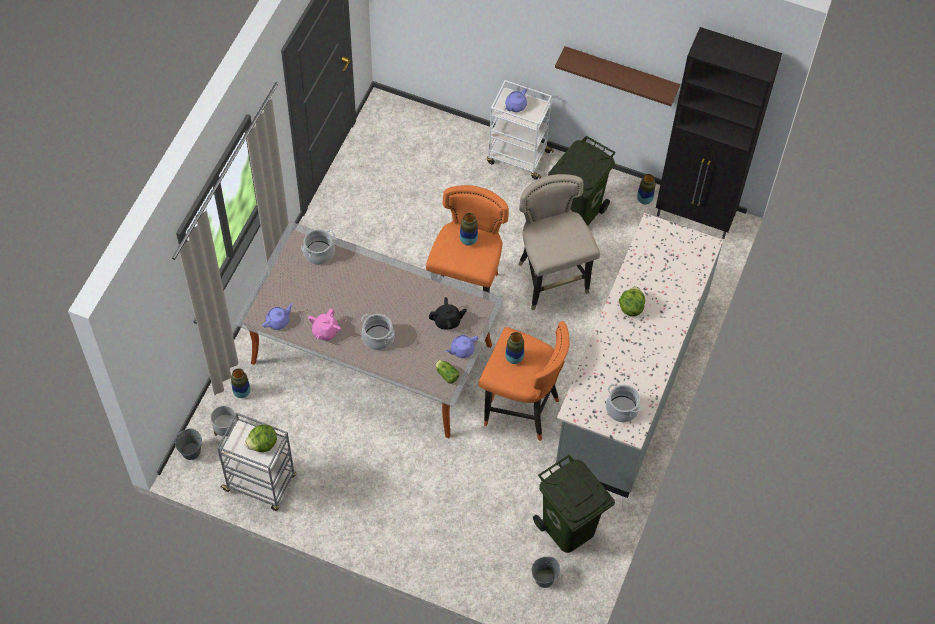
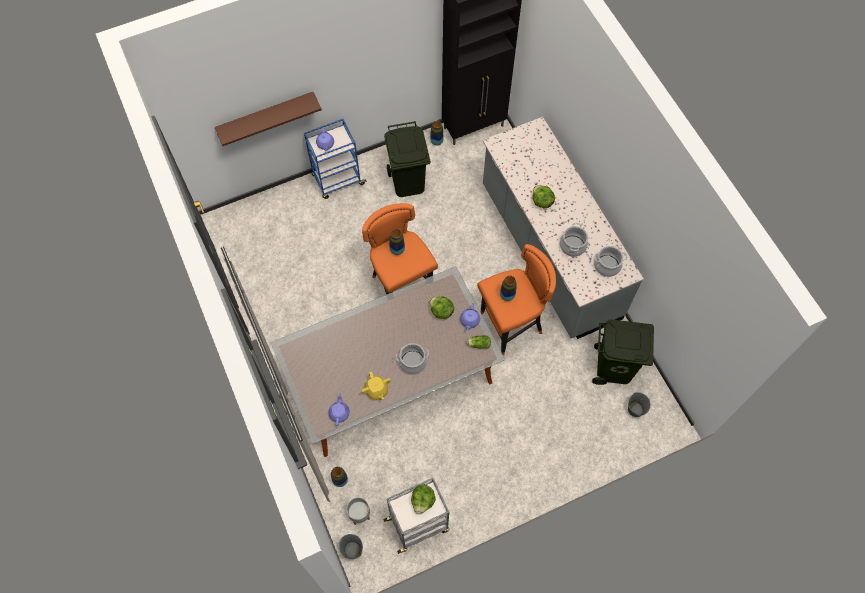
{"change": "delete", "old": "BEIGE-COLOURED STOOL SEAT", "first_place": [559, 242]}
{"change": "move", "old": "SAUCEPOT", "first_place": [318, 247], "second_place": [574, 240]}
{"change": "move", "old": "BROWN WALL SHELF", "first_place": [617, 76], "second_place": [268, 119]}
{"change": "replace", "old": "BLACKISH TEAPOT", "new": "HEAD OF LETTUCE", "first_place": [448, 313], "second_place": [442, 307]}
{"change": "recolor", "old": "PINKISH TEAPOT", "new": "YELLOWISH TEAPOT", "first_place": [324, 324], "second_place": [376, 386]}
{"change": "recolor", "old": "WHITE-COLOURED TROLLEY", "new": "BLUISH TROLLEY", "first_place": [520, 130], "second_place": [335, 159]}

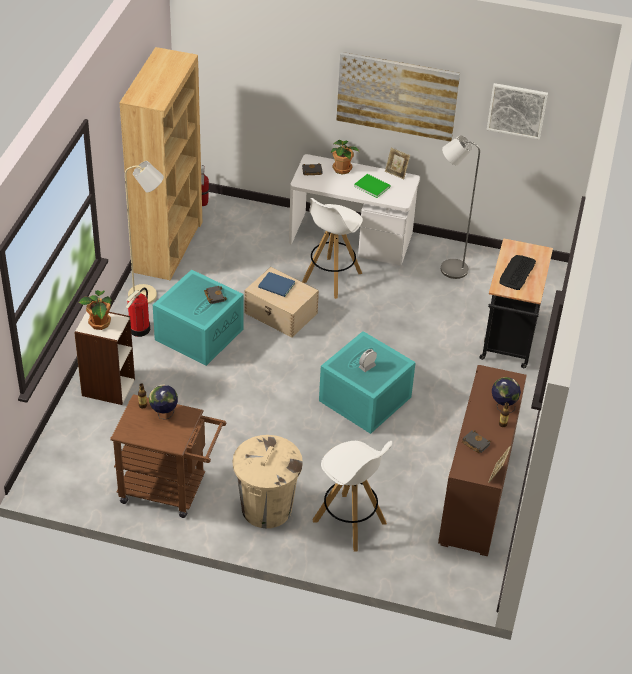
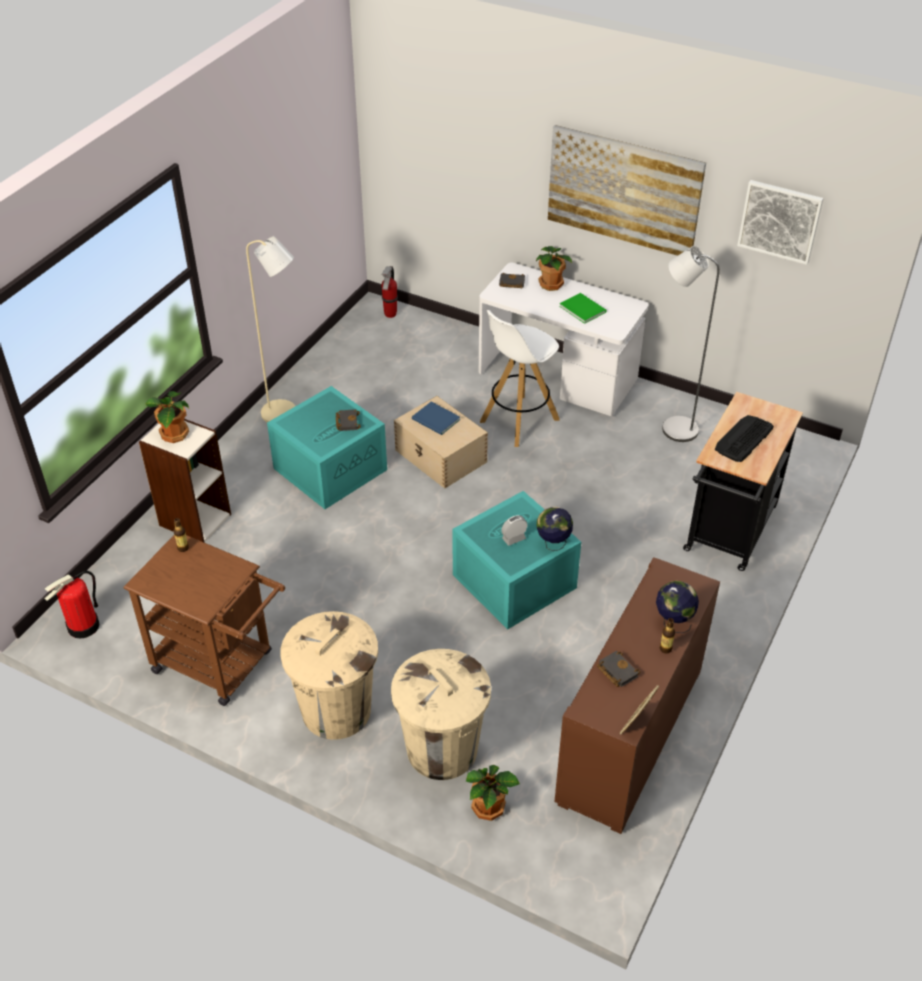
{"change": "delete", "old": "BROWN BOOKSHELF", "first_place": [161, 163]}
{"change": "delete", "old": "STANDING FRAME", "first_place": [397, 163]}
{"change": "insert", "new": "HOUSEPLANT", "second_place": [493, 793]}
{"change": "move", "old": "FIRE-FIGHTING CYLINDER", "first_place": [138, 312], "second_place": [71, 605]}
{"change": "move", "old": "DESK GLOBE", "first_place": [163, 402], "second_place": [555, 529]}
{"change": "replace", "old": "WHITE-COLOURED STOOL SEAT", "new": "BEIGE-COLOURED WASTE BIN", "first_place": [352, 496], "second_place": [441, 714]}

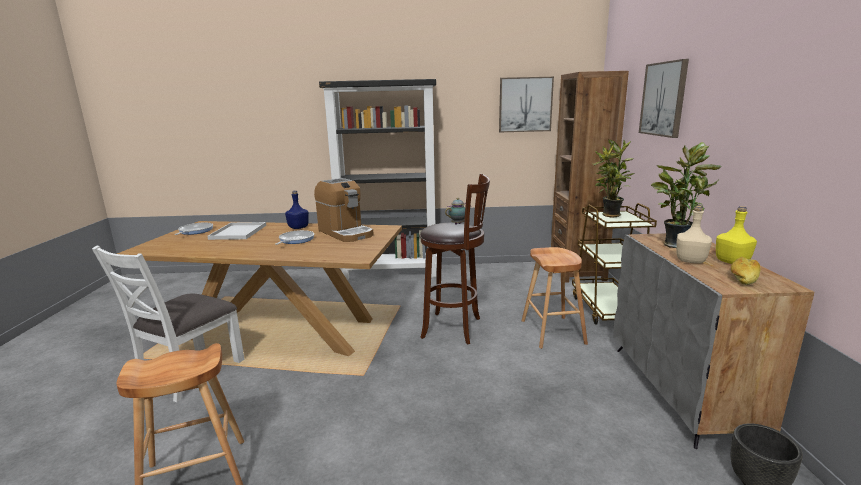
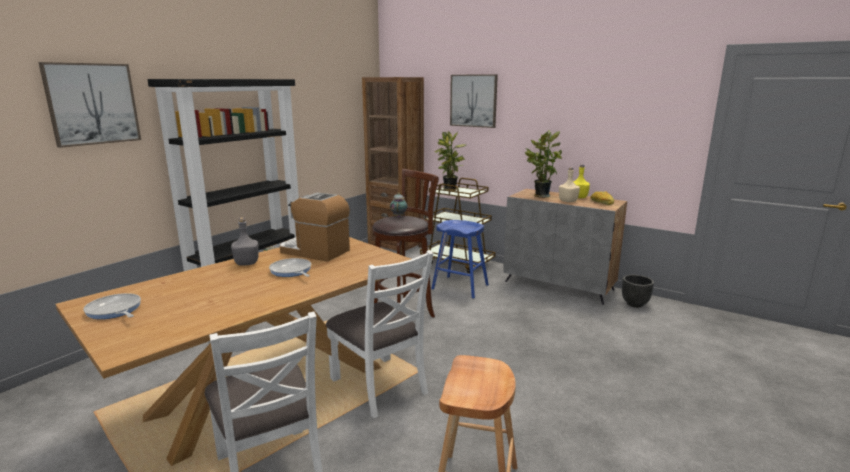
{"change": "delete", "old": "WHITE-COLOURED CARRYING TRAY", "first_place": [236, 231]}
{"change": "insert", "new": "WHITE-COLOURED PLAIN CHAIR", "second_place": [379, 334]}
{"change": "move", "old": "WALL ART", "first_place": [526, 104], "second_place": [89, 105]}
{"change": "recolor", "old": "BLUISH BOTTLE", "new": "GREY BOTTLE", "first_place": [297, 210], "second_place": [245, 242]}
{"change": "recolor", "old": "BROWN STOOL SEAT", "new": "BLUISH STOOL SEAT", "first_place": [554, 298], "second_place": [460, 259]}
{"change": "rotate", "old": "COFFEE MAKER", "first_place": [344, 210], "second_place": [315, 227], "degrees": -150}

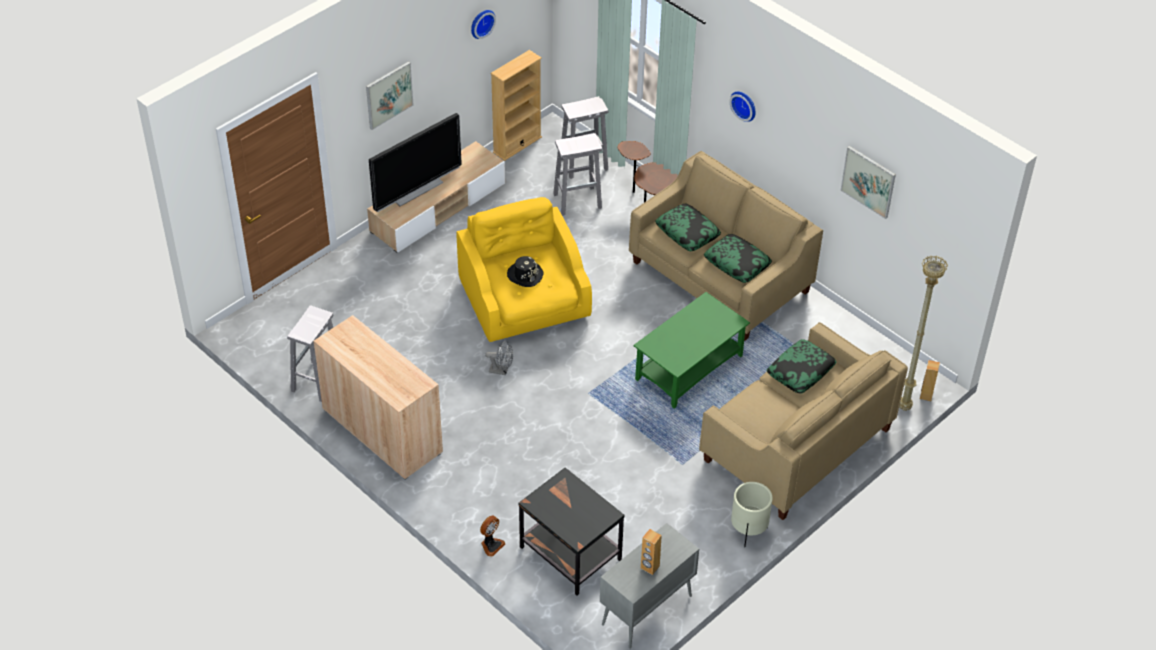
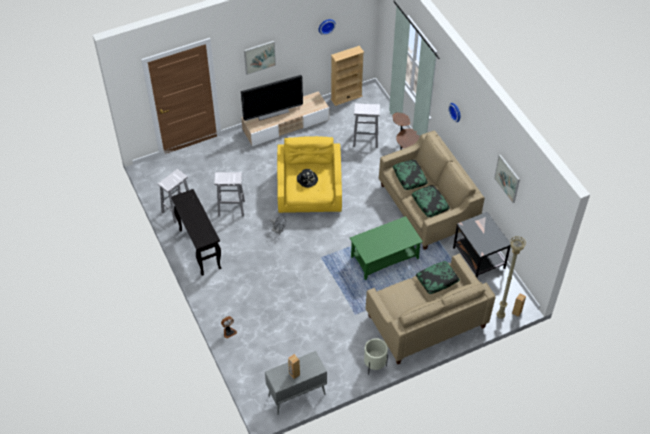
{"change": "move", "old": "BLACKISH ACCENT TABLE", "first_place": [571, 532], "second_place": [482, 245]}
{"change": "move", "old": "WHITE-COLOURED STOOL SEAT", "first_place": [584, 137], "second_place": [229, 194]}
{"change": "replace", "old": "BEIGE-COLOURED STORAGE CABINET", "new": "BLACKISH NARROW TABLE", "first_place": [378, 397], "second_place": [196, 232]}

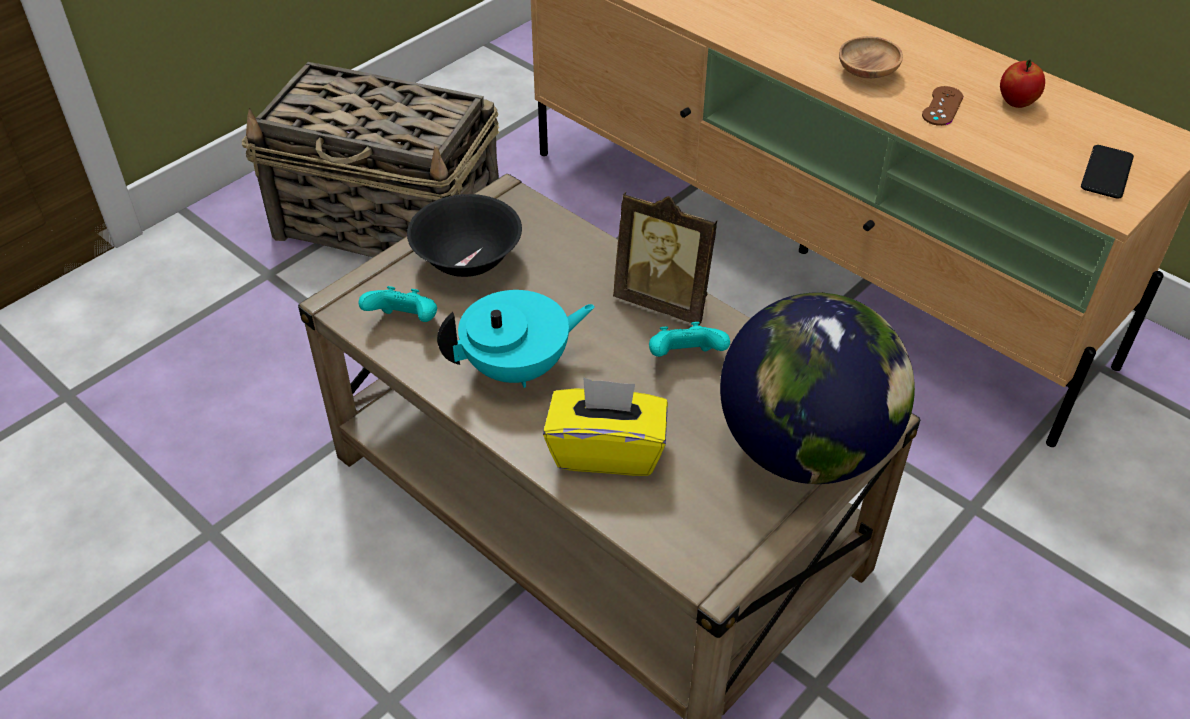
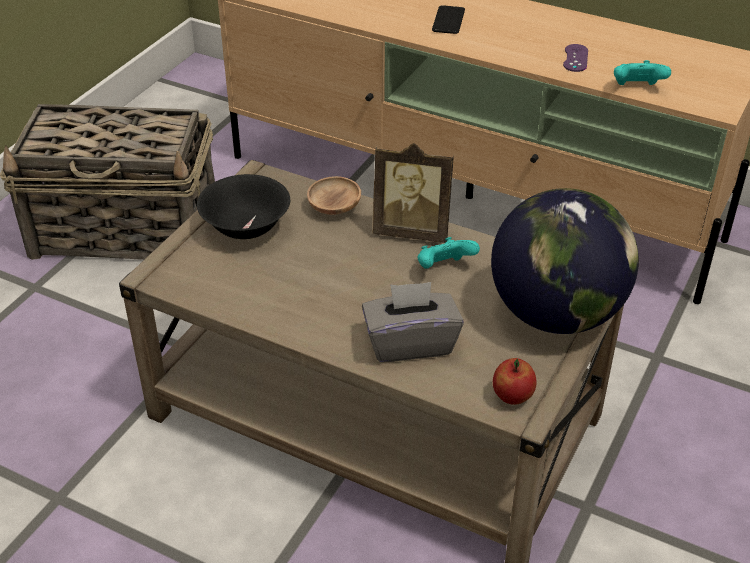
{"change": "delete", "old": "TURQUOISE TEAPOT", "first_place": [516, 339]}
{"change": "move", "old": "TURQUOISE JOYPAD", "first_place": [397, 304], "second_place": [642, 72]}
{"change": "move", "old": "BROWN DEEP DISH", "first_place": [871, 57], "second_place": [334, 195]}
{"change": "move", "old": "APPLE", "first_place": [1022, 83], "second_place": [515, 381]}
{"change": "move", "old": "PHONE", "first_place": [1107, 171], "second_place": [448, 19]}
{"change": "recolor", "old": "YELLOWISH TISSUE HOLDER", "new": "GREY TISSUE HOLDER", "first_place": [605, 426], "second_place": [413, 322]}
{"change": "recolor", "old": "BROWN JOYPAD", "new": "PURPLISH JOYPAD", "first_place": [942, 106], "second_place": [575, 58]}

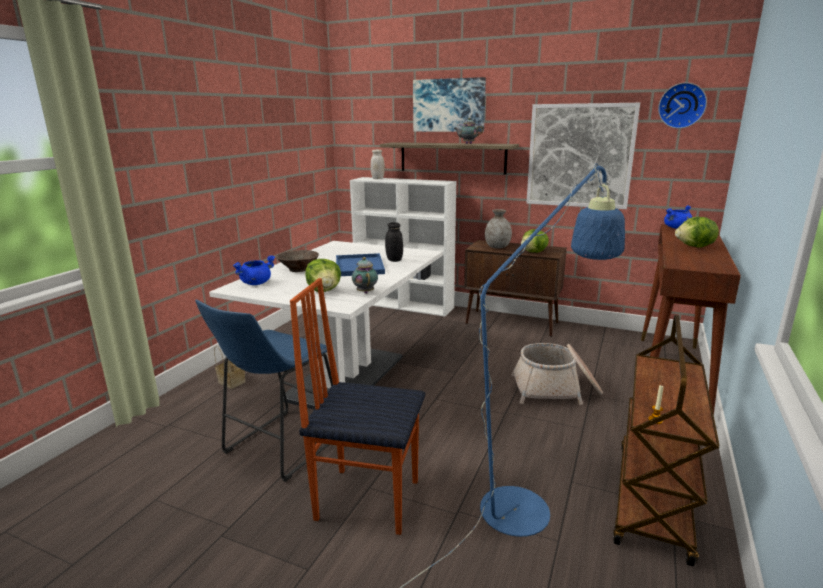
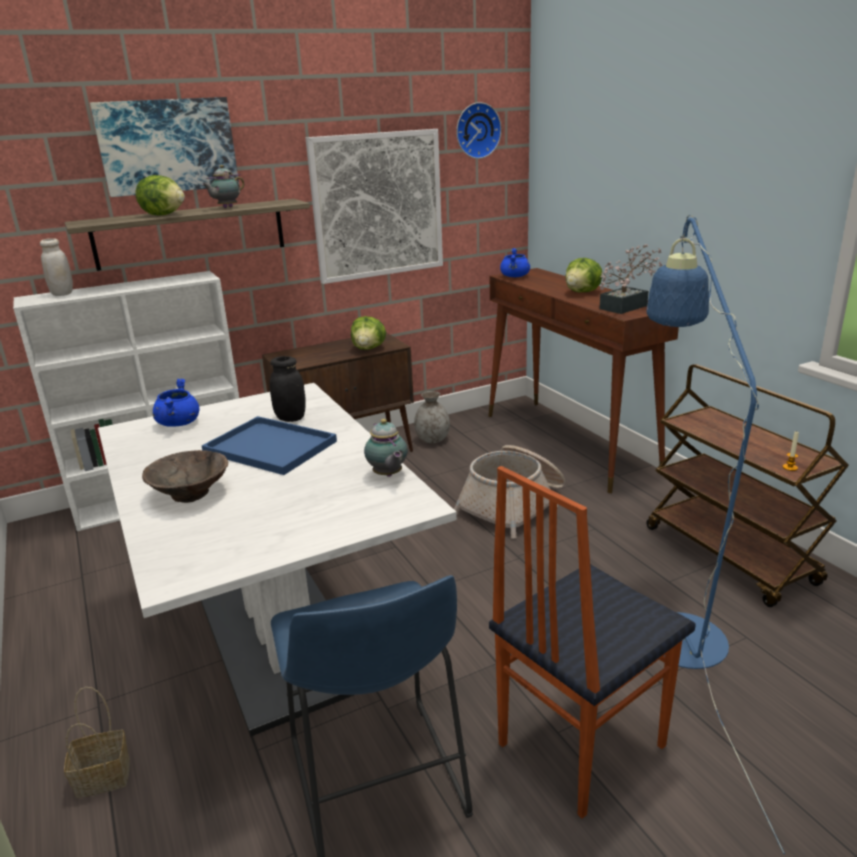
{"change": "insert", "new": "HOUSEPLANT", "second_place": [631, 279]}
{"change": "move", "old": "BLUISH SAUCEPOT", "first_place": [254, 270], "second_place": [176, 402]}
{"change": "move", "old": "HEAD OF LETTUCE", "first_place": [323, 275], "second_place": [160, 195]}
{"change": "move", "old": "GREY VASE", "first_place": [498, 228], "second_place": [432, 417]}
{"change": "rotate", "old": "TEAPOT", "first_place": [365, 275], "second_place": [386, 448], "degrees": -135}

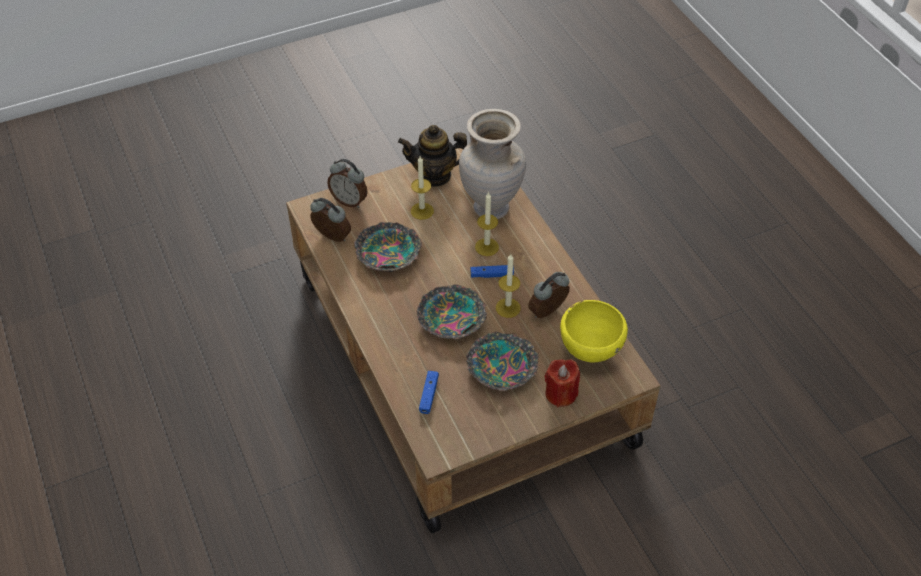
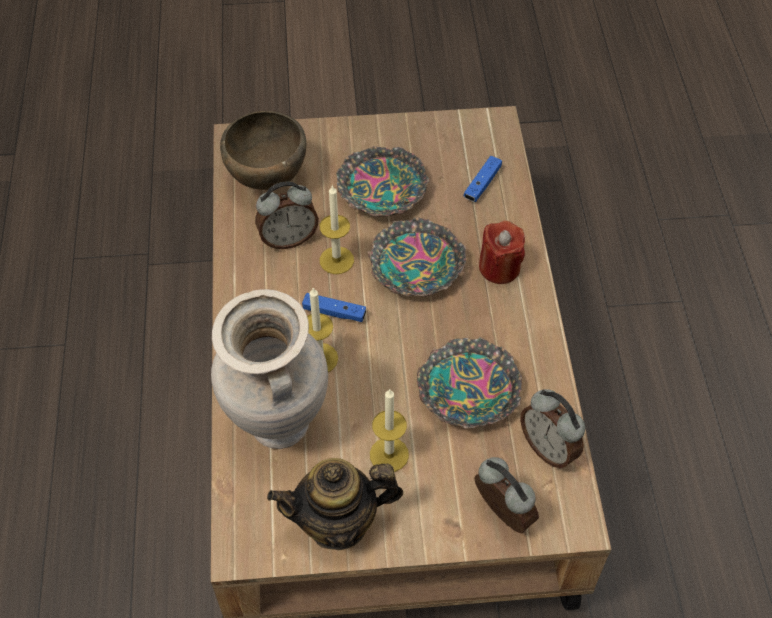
{"change": "move", "old": "REDDISH WAX CANDLE", "first_place": [562, 383], "second_place": [502, 252]}
{"change": "recolor", "old": "YELLOWISH DEEP DISH", "new": "BROWN DEEP DISH", "first_place": [594, 331], "second_place": [263, 150]}
{"change": "rotate", "old": "TEAPOT", "first_place": [432, 156], "second_place": [335, 504], "degrees": 150}

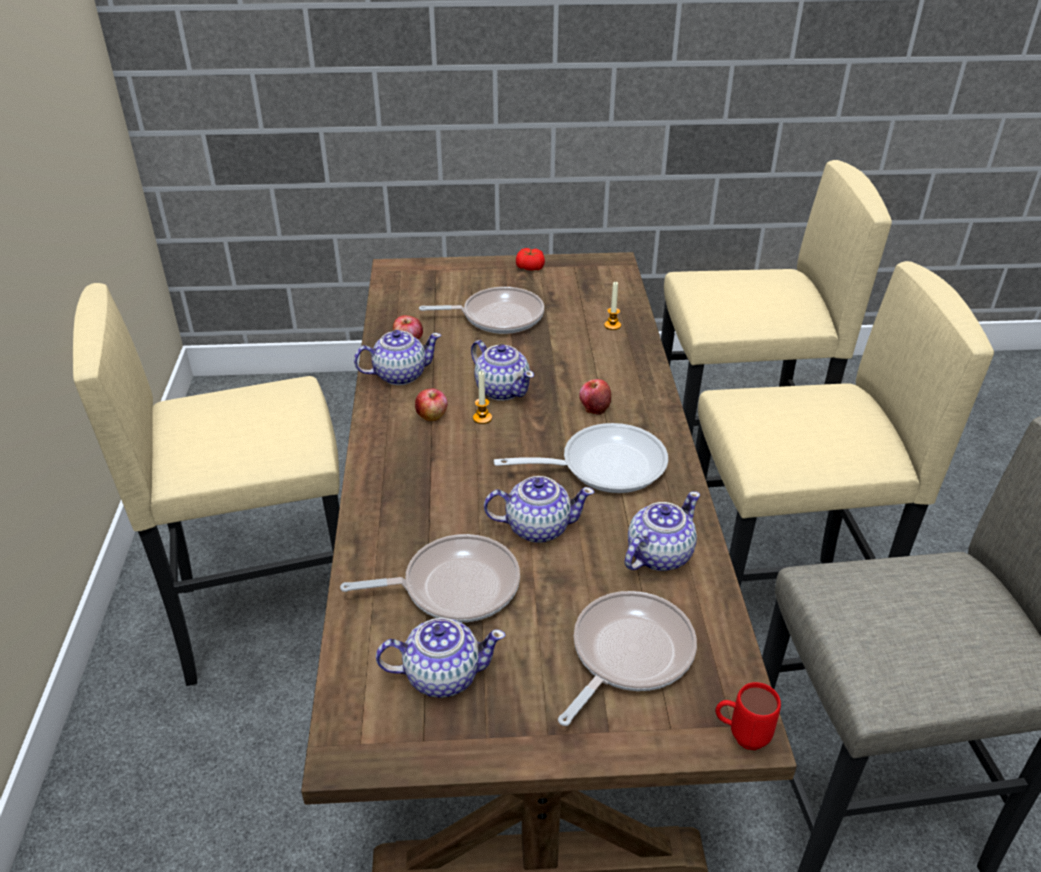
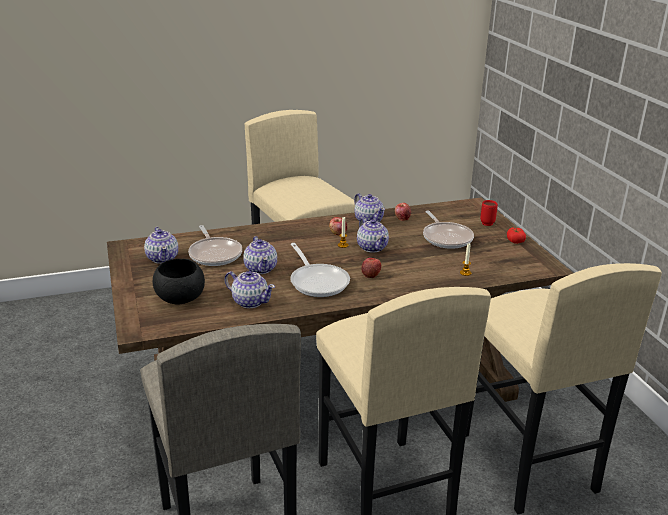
{"change": "move", "old": "REDDISH COFFEE MUG", "first_place": [748, 716], "second_place": [489, 213]}
{"change": "replace", "old": "SKILLET", "new": "BLACKISH DEEP DISH", "first_place": [627, 658], "second_place": [179, 281]}
{"change": "rotate", "old": "TEAPOT", "first_place": [502, 370], "second_place": [373, 235], "degrees": -60}

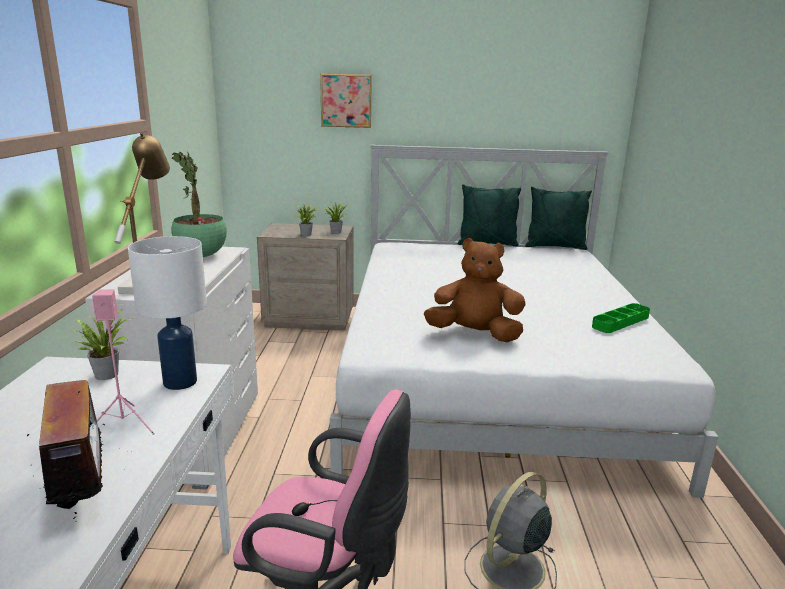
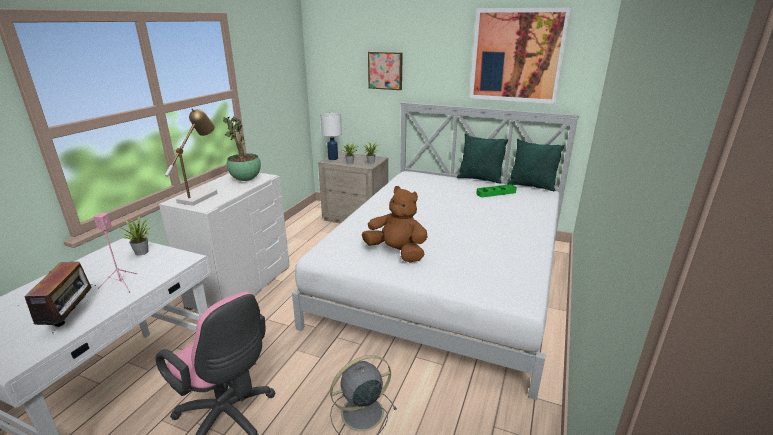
{"change": "insert", "new": "WALL ART", "second_place": [520, 55]}
{"change": "move", "old": "WHITE-COLOURED LAMP FOR A TABLE", "first_place": [167, 313], "second_place": [331, 136]}
{"change": "move", "old": "GREENISH CARRYING TRAY", "first_place": [621, 318], "second_place": [496, 190]}

